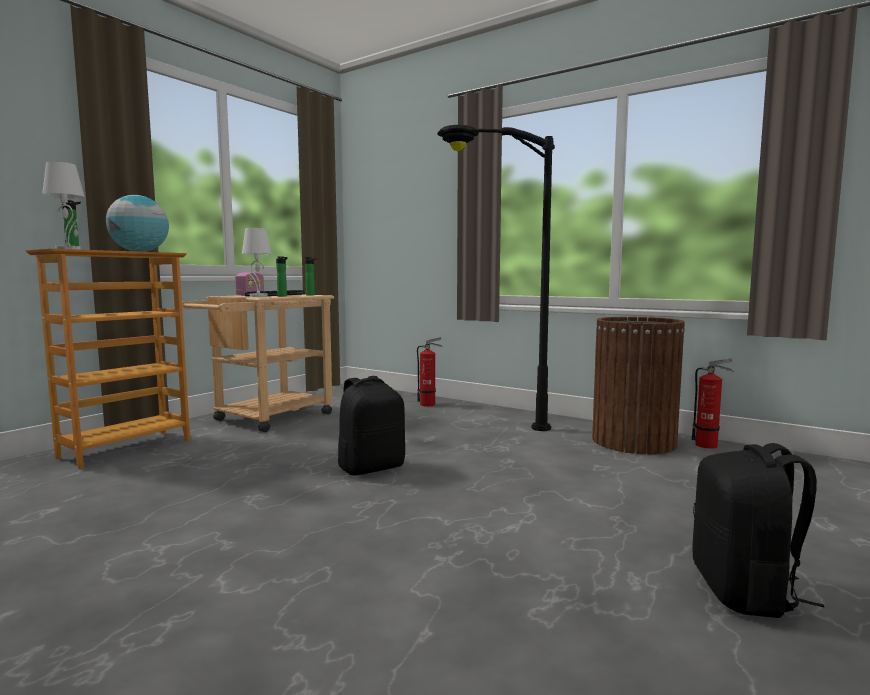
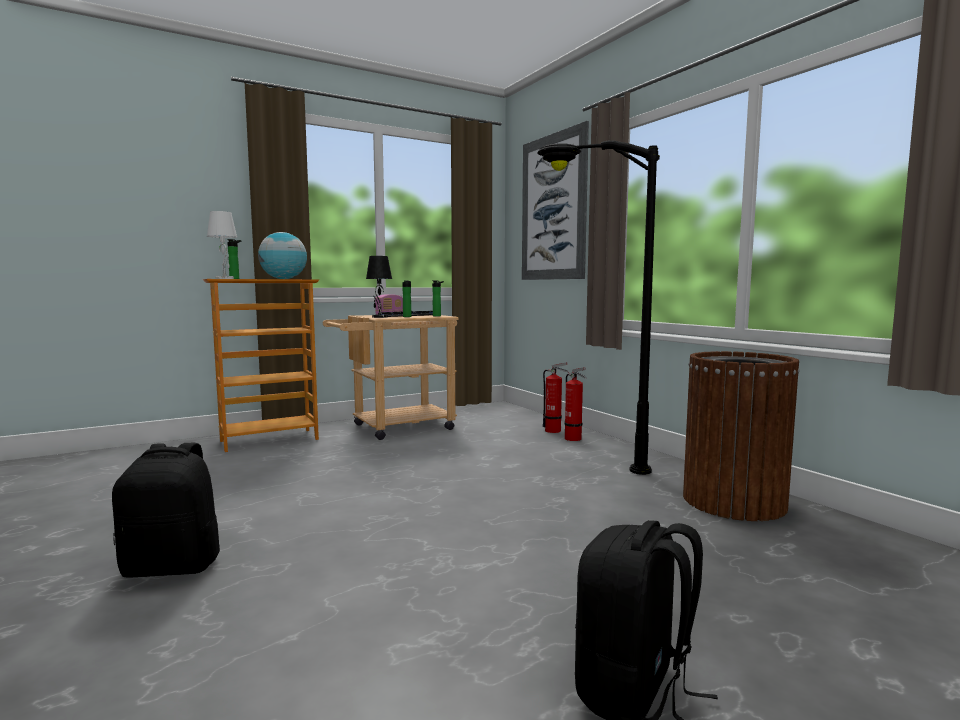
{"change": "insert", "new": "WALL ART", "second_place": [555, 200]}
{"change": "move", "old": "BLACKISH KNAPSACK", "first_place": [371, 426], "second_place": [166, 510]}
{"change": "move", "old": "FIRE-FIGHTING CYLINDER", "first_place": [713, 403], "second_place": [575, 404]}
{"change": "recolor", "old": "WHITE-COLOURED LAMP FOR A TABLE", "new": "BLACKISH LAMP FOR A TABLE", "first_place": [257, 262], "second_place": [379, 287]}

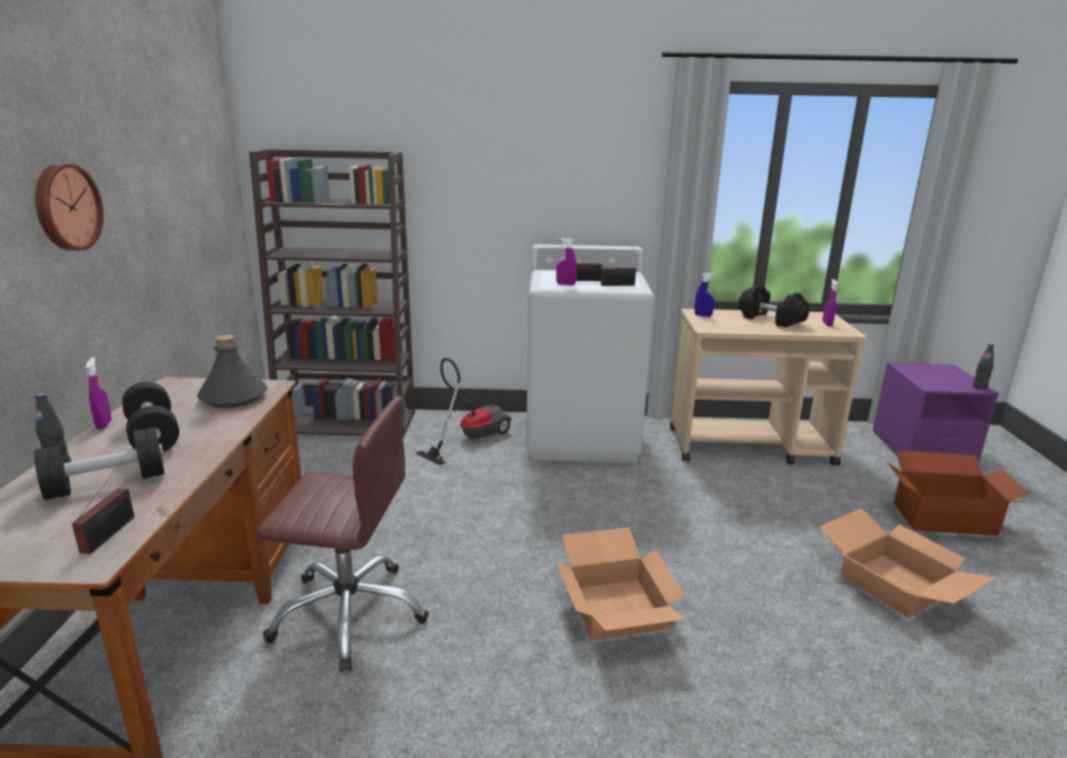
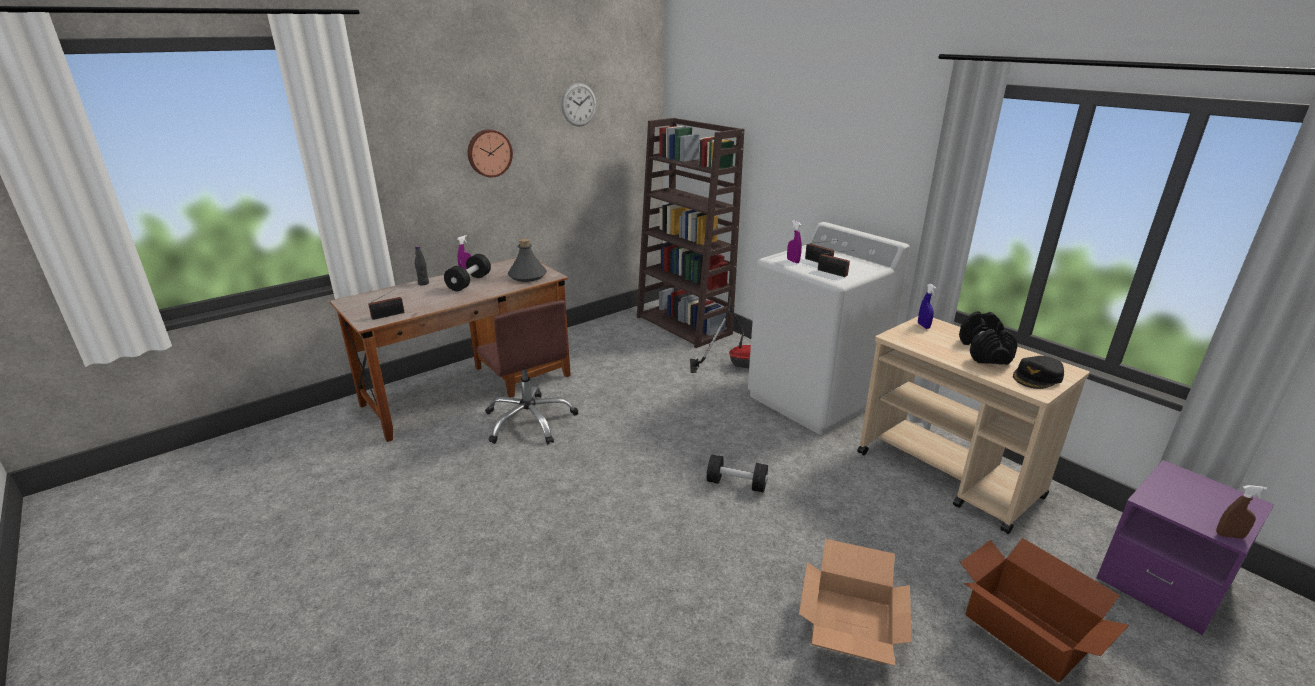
{"change": "delete", "old": "PACKING BOX", "first_place": [621, 584]}
{"change": "insert", "new": "WALL CLOCK", "second_place": [578, 104]}
{"change": "move", "old": "BLACKISH HAND WEIGHT", "first_place": [99, 463], "second_place": [737, 474]}
{"change": "replace", "old": "PURPLISH SPRAYER", "new": "BLACKISH PEAKED CAP", "first_place": [830, 302], "second_place": [1038, 372]}
{"change": "replace", "old": "BLACKISH BOTTLE", "new": "BROWN SPRAYER", "first_place": [983, 367], "second_place": [1242, 512]}

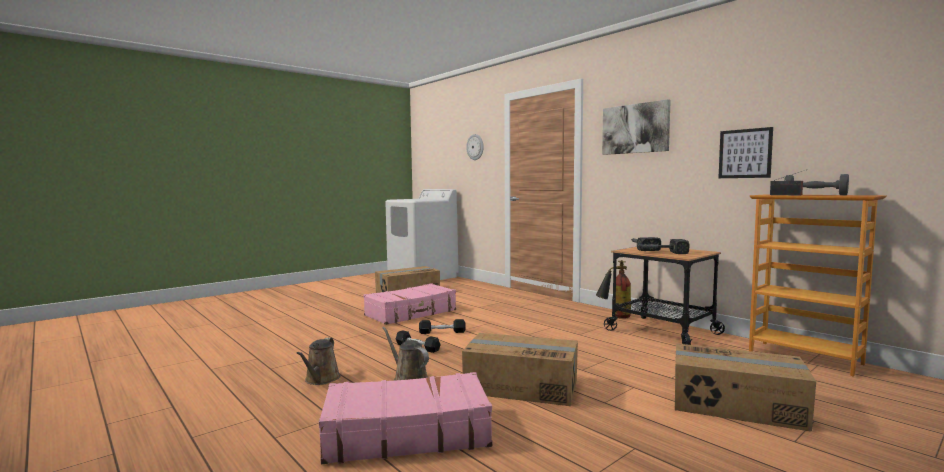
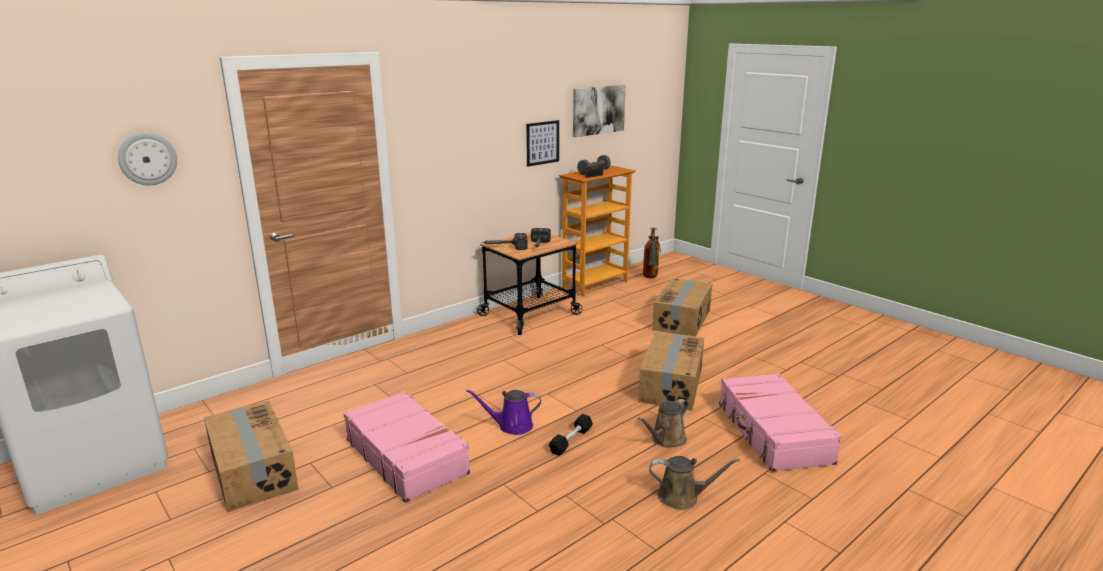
{"change": "move", "old": "FIRE-FIGHTING CYLINDER", "first_place": [613, 289], "second_place": [652, 252]}
{"change": "move", "old": "WALL ART", "first_place": [636, 127], "second_place": [599, 111]}
{"change": "replace", "old": "BLACKISH HAND WEIGHT", "new": "PURPLISH WATERING POT", "first_place": [442, 326], "second_place": [503, 412]}

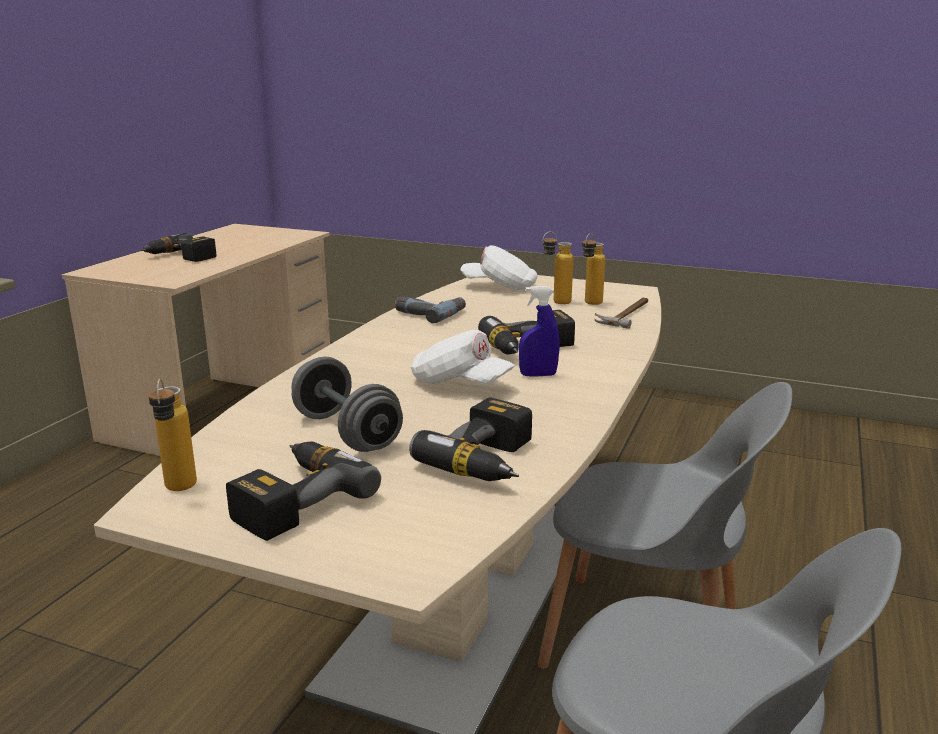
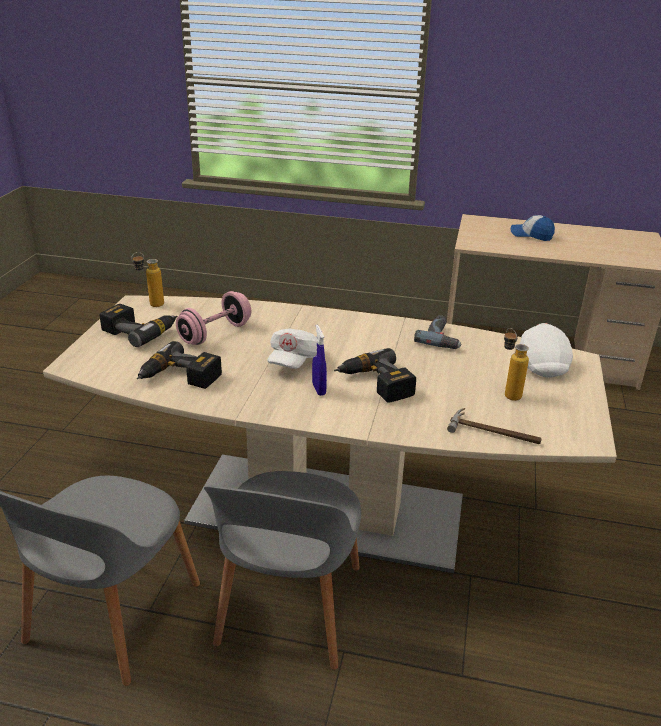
{"change": "delete", "old": "BOTTLE", "first_place": [593, 269]}
{"change": "replace", "old": "DRILL", "new": "PEAKED CAP", "first_place": [178, 247], "second_place": [532, 228]}
{"change": "recolor", "old": "GREY HAND WEIGHT", "new": "PINKISH HAND WEIGHT", "first_place": [347, 404], "second_place": [213, 318]}

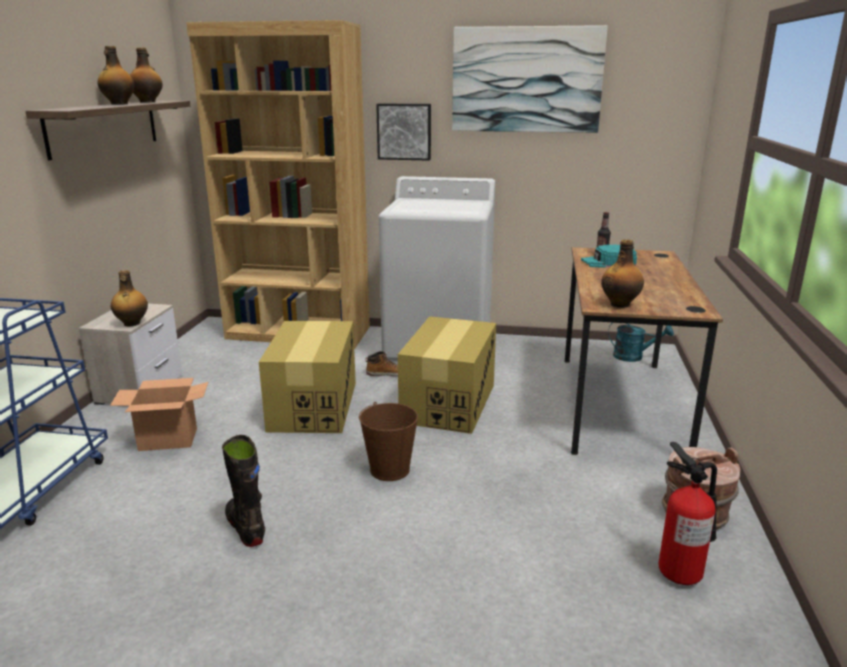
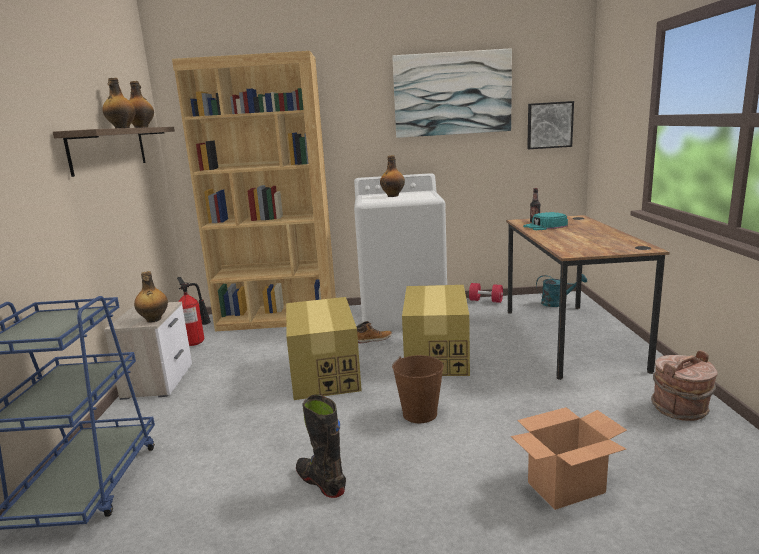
{"change": "insert", "new": "REDDISH HAND WEIGHT", "second_place": [486, 293]}
{"change": "move", "old": "PACKING BOX", "first_place": [159, 414], "second_place": [569, 458]}
{"change": "move", "old": "WALL ART", "first_place": [403, 132], "second_place": [550, 125]}
{"change": "move", "old": "BOTTLE", "first_place": [622, 273], "second_place": [392, 176]}
{"change": "move", "old": "FIRE-FIGHTING CYLINDER", "first_place": [687, 513], "second_place": [194, 311]}

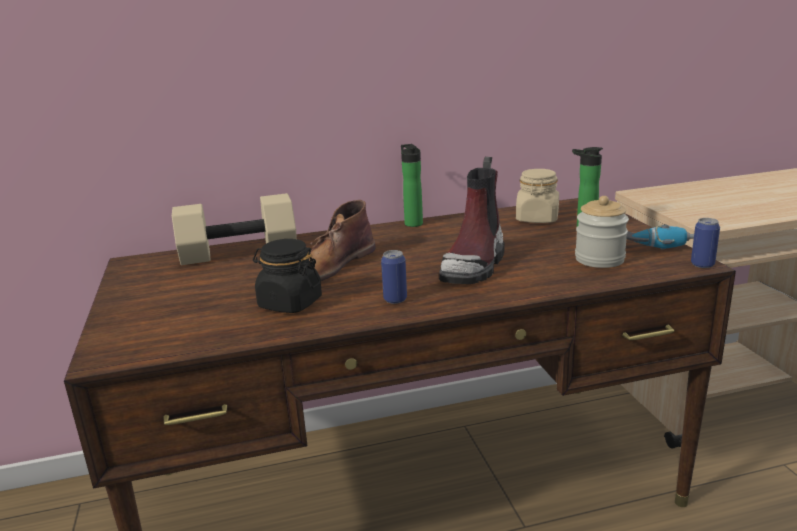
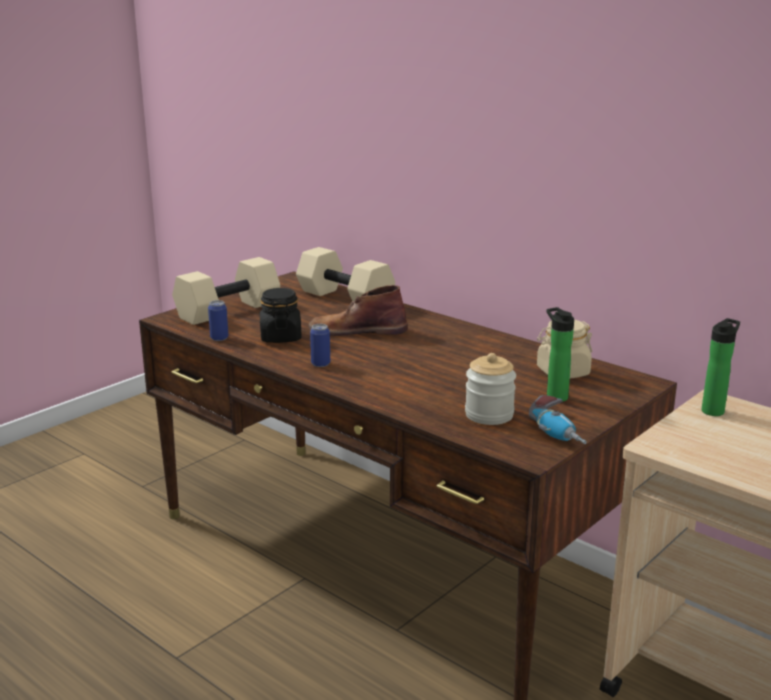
{"change": "delete", "old": "TALL BOOT", "first_place": [472, 220]}
{"change": "insert", "new": "BEIGE-COLOURED HAND WEIGHT", "second_place": [226, 291]}
{"change": "move", "old": "BOTTLE", "first_place": [412, 185], "second_place": [721, 367]}
{"change": "move", "old": "CAN", "first_place": [705, 243], "second_place": [218, 320]}

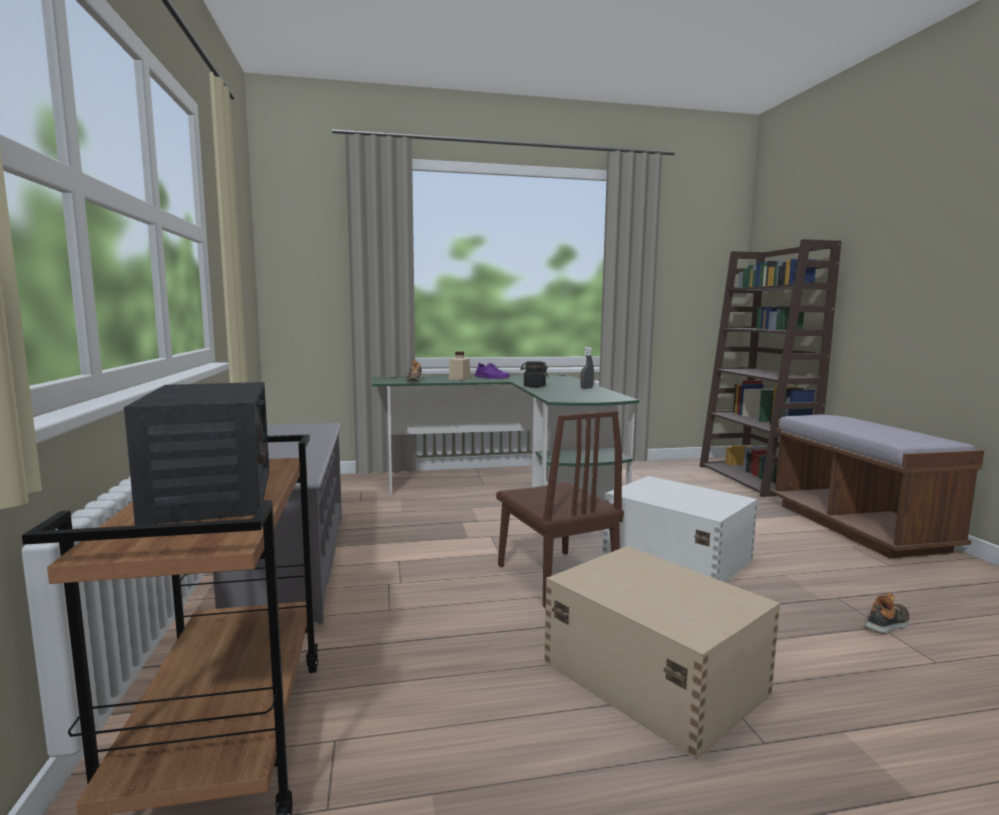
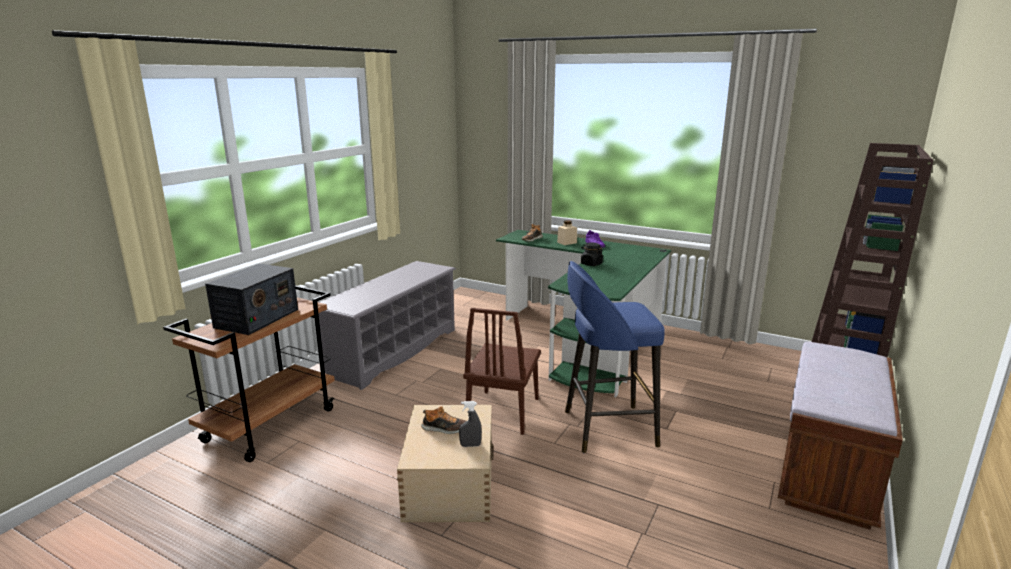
{"change": "move", "old": "GREY SPRAYER", "first_place": [587, 368], "second_place": [470, 424]}
{"change": "move", "old": "LOW SHOE", "first_place": [887, 613], "second_place": [443, 420]}
{"change": "replace", "old": "WHITE-COLOURED STORAGE BIN", "new": "BLUISH STOOL SEAT", "first_place": [680, 529], "second_place": [615, 357]}

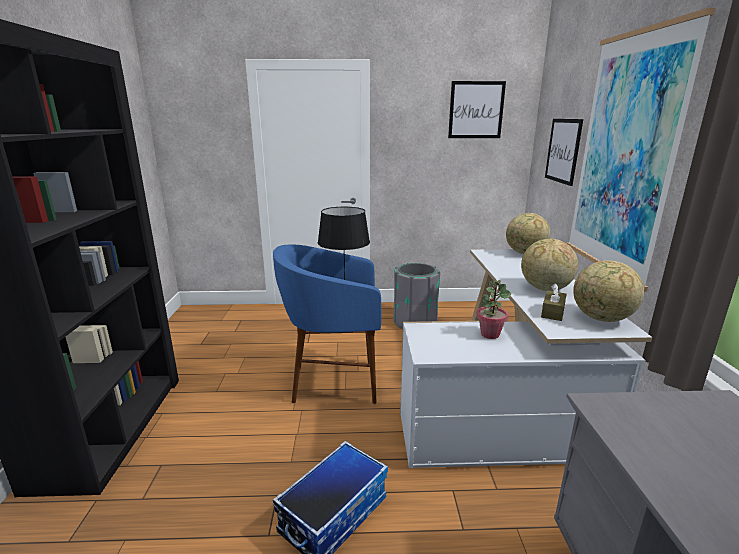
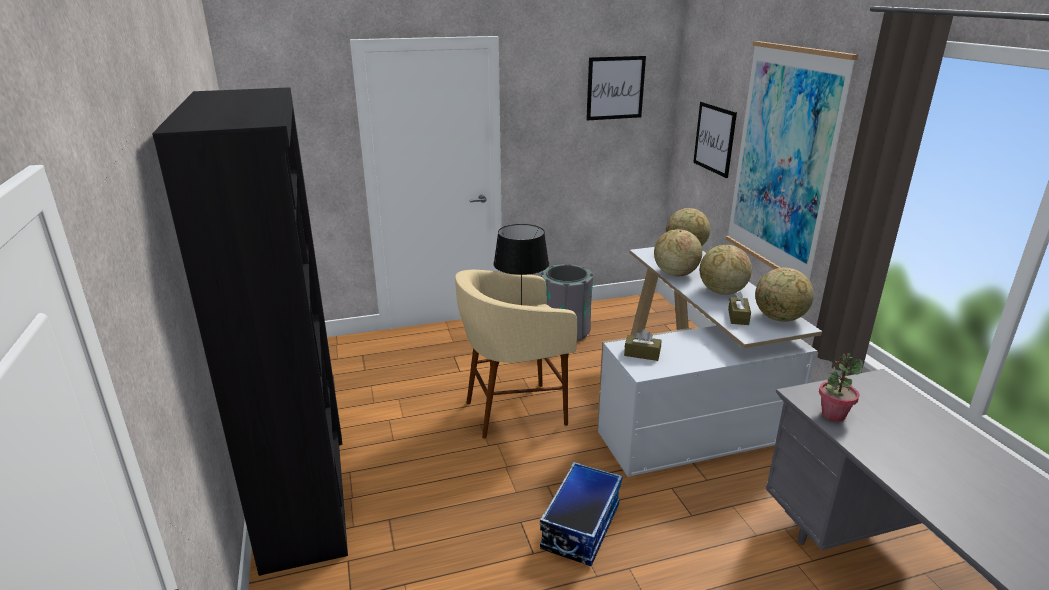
{"change": "insert", "new": "BROWN TISSUE HOLDER", "second_place": [642, 345]}
{"change": "insert", "new": "DESK GLOBE", "second_place": [678, 252]}
{"change": "move", "old": "HOUSEPLANT", "first_place": [493, 309], "second_place": [841, 387]}
{"change": "recolor", "old": "BLUISH STOOL SEAT", "new": "BEIGE-COLOURED STOOL SEAT", "first_place": [327, 324], "second_place": [516, 354]}

